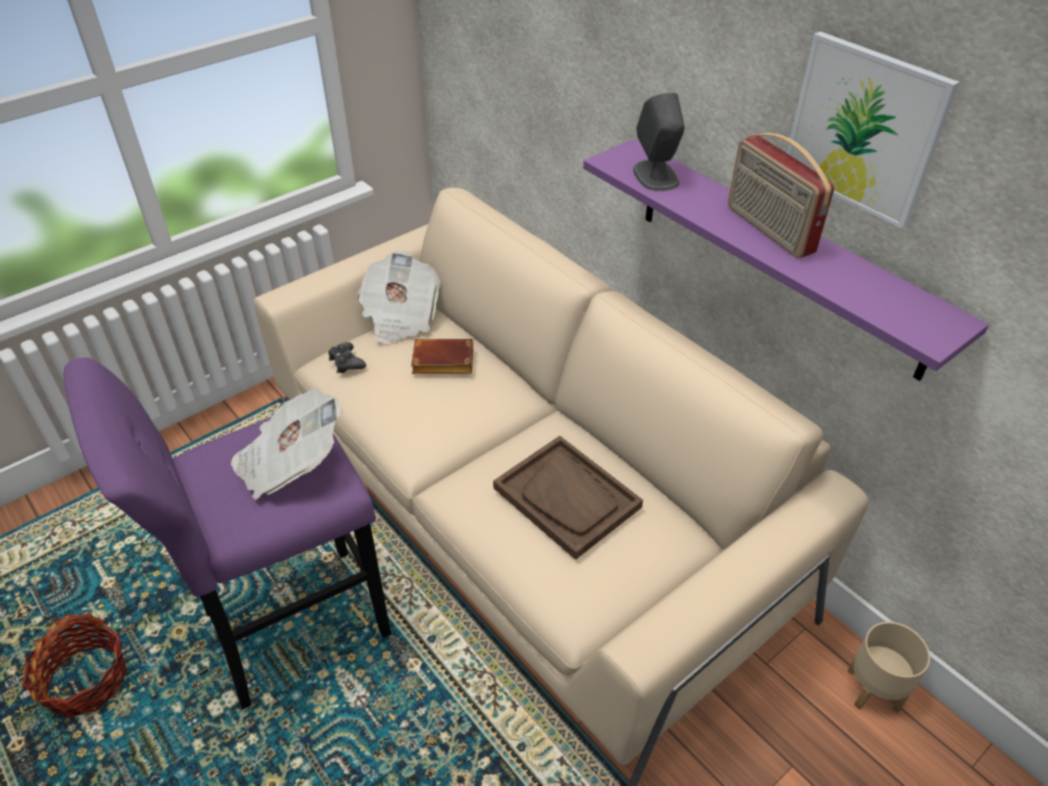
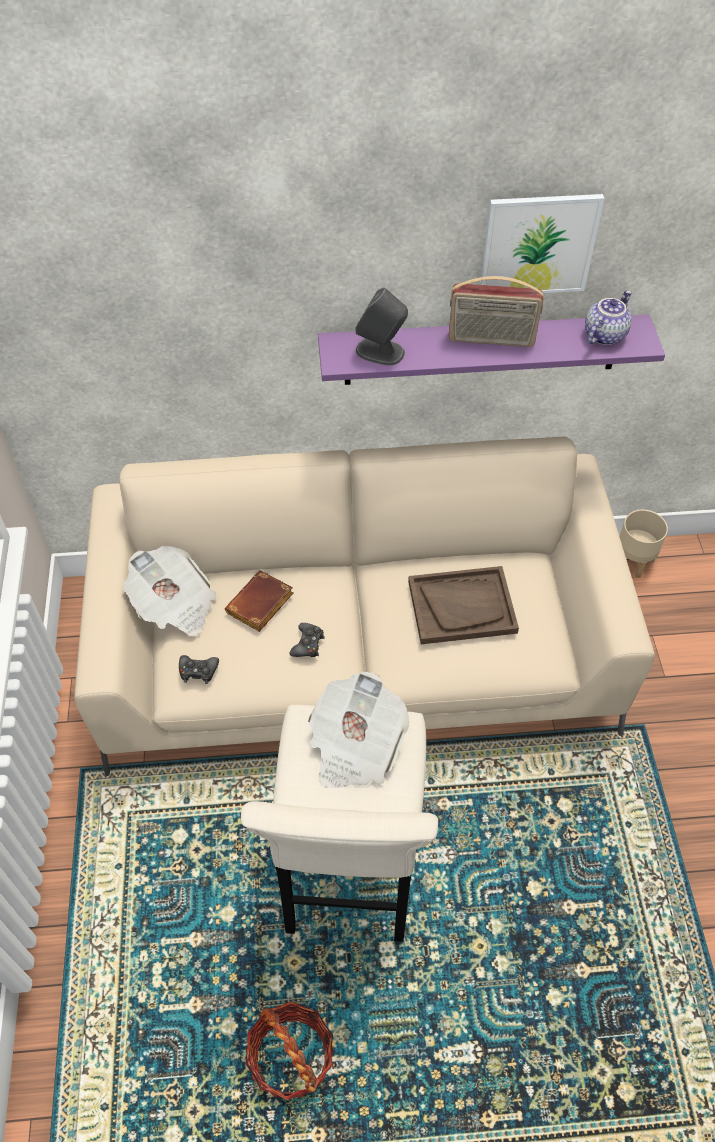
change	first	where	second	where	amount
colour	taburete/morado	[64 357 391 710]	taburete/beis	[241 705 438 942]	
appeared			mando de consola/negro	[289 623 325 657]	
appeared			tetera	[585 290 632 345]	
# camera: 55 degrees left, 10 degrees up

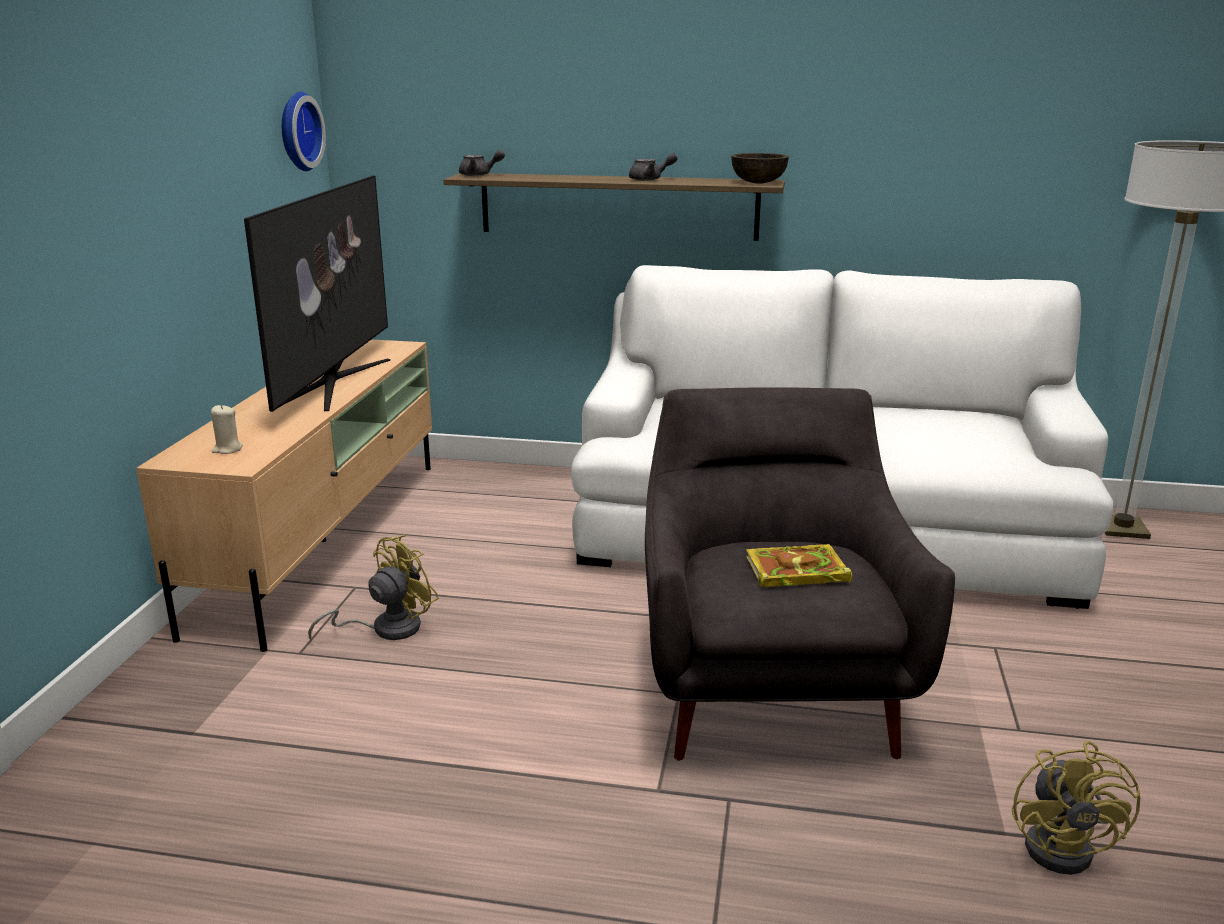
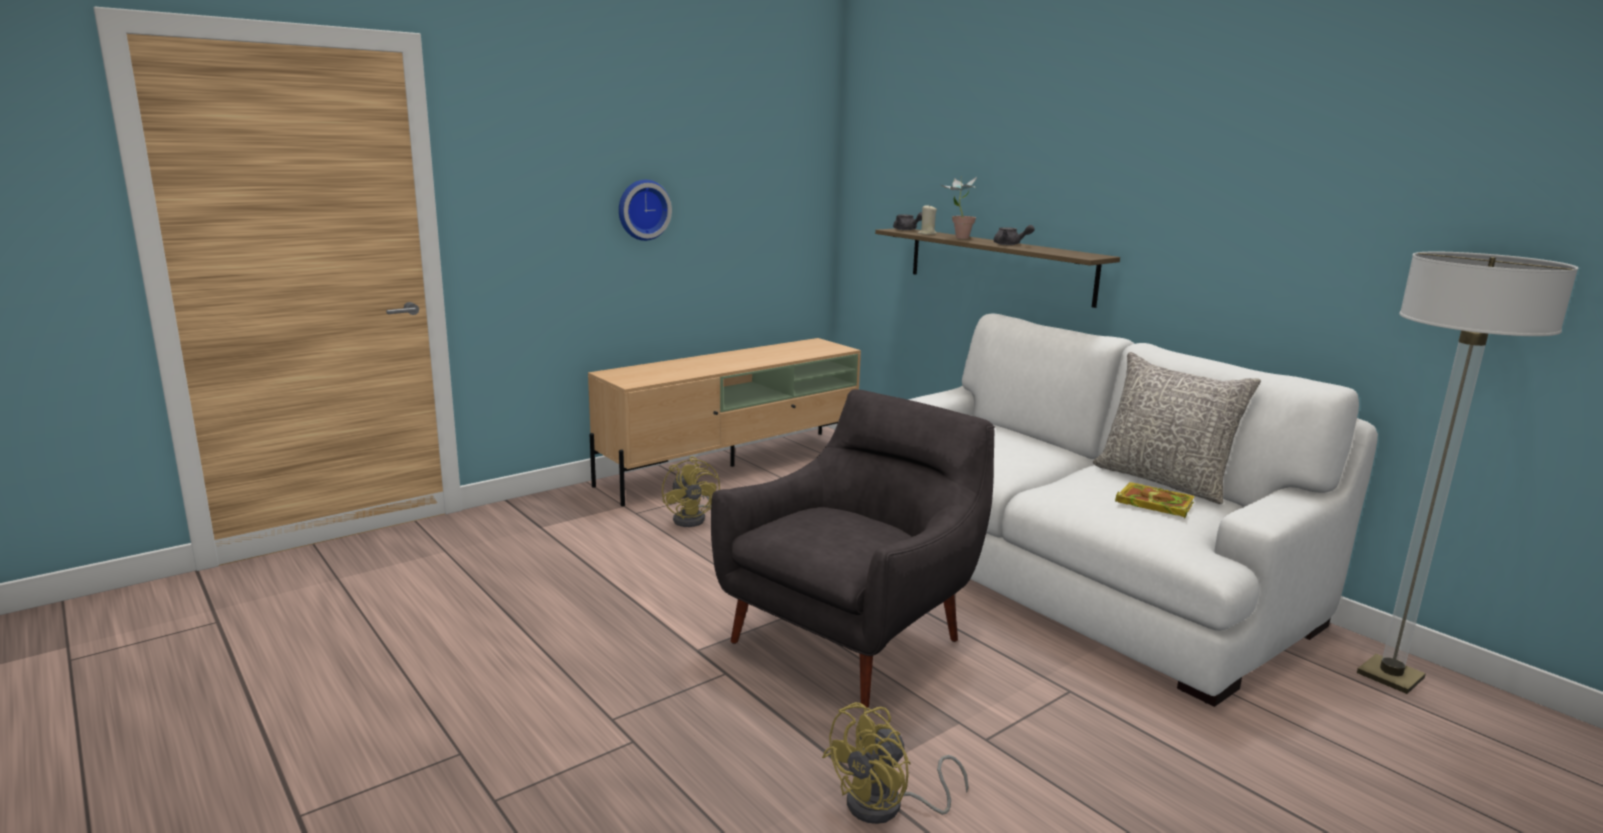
change	first	where	second	where	amount
relocated	reloj de pared	[282 92 326 171]		[619 180 672 241]	
spun	ventilador/amarillo	[308 534 439 642]		[662 456 720 527]	75 degrees clockwise
relocated	vela/beis	[211 405 243 454]		[918 204 937 235]	
appeared			planta en maceta	[941 176 977 239]	
appeared			cojín/gris	[1093 352 1261 504]	
relocated	libro	[746 544 852 587]		[1115 482 1195 518]	
missing	televisor	[244 175 390 412]			
missing	cuenco/marrón	[731 153 789 184]			
# camera: 40 degrees right, 5 degrees down

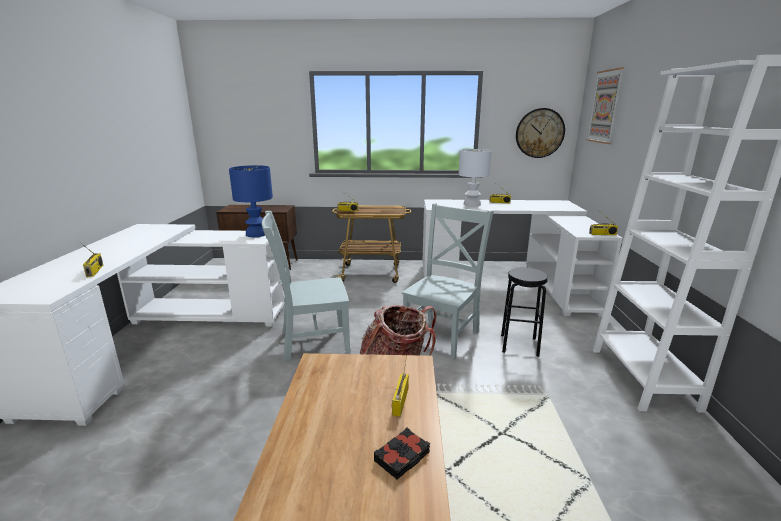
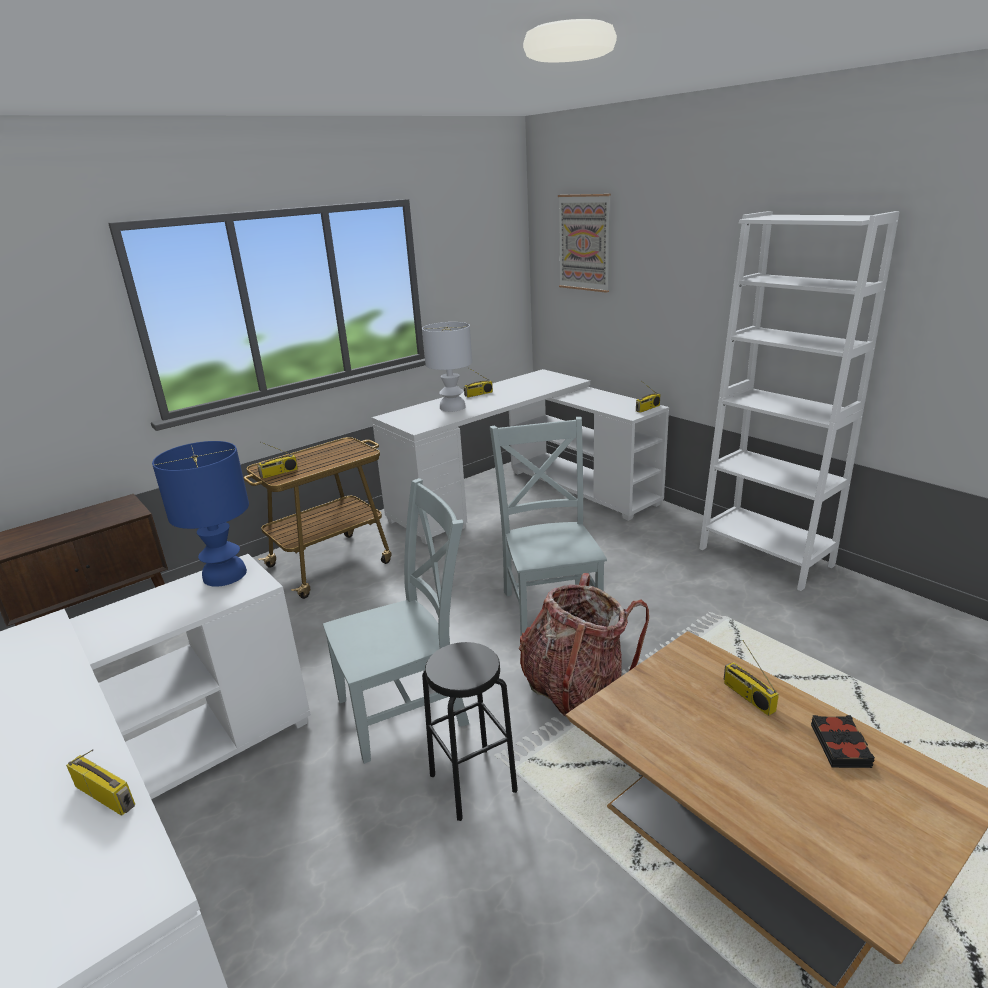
change	first	where	second	where	amount
spun	silla/gris	[262 211 350 362]		[323 478 469 764]	150 degrees counterclockwise
relocated	taburete/negro	[501 268 548 357]		[422 642 518 821]	
missing	reloj de pared	[516 108 565 158]			
# camera: 40 degrees left, 5 degrees up

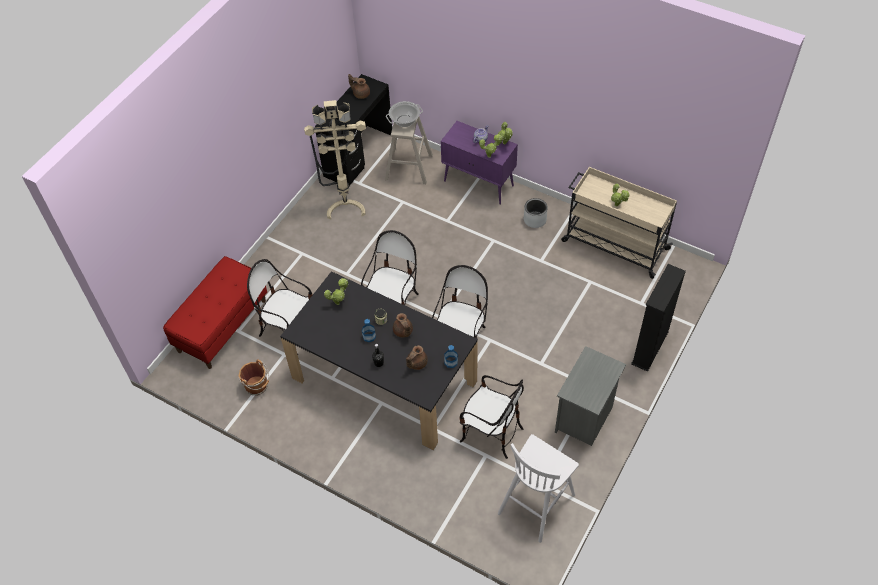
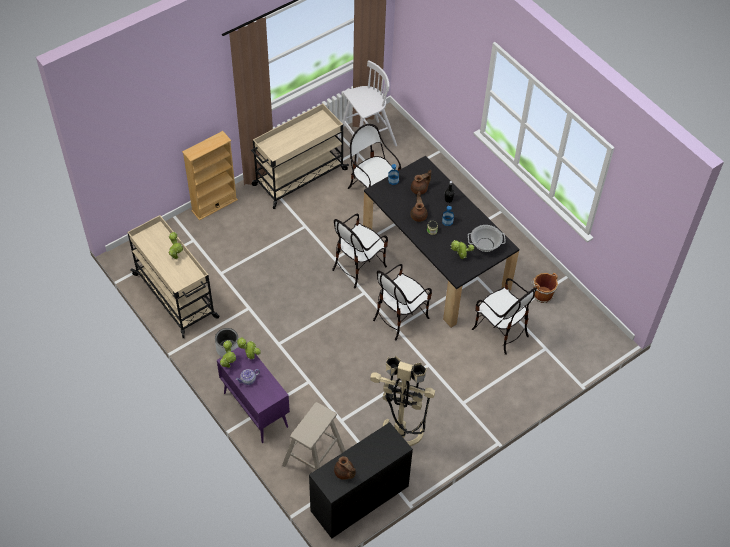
change	first	where	second	where	amount
colour	estantería/negro	[631 264 686 372]	estantería/beis	[182 131 238 221]	
exchanged	mesita de noche/gris	[555 346 626 446]	carrito/beis	[251 104 349 209]	
relocated	olla	[386 101 423 127]		[468 225 506 252]	
missing	banco/rojo	[163 256 267 369]			
# camera: 160 degrees left, 0 degrees up

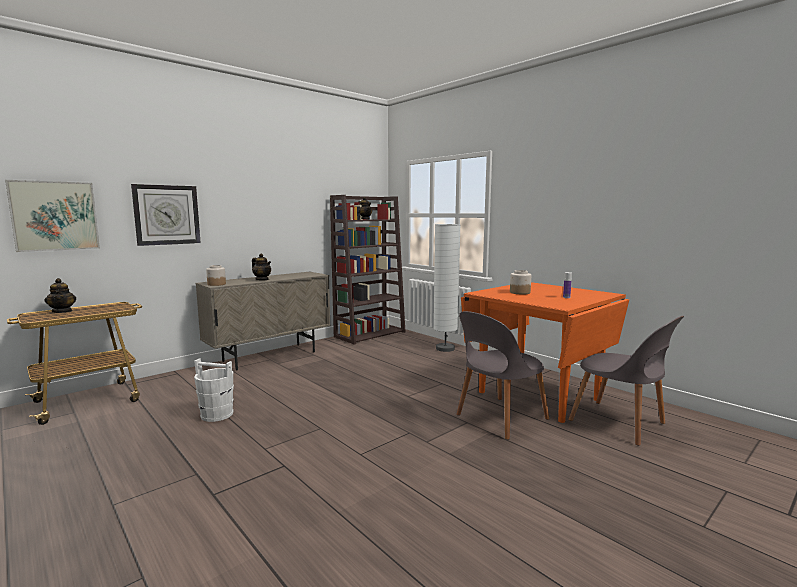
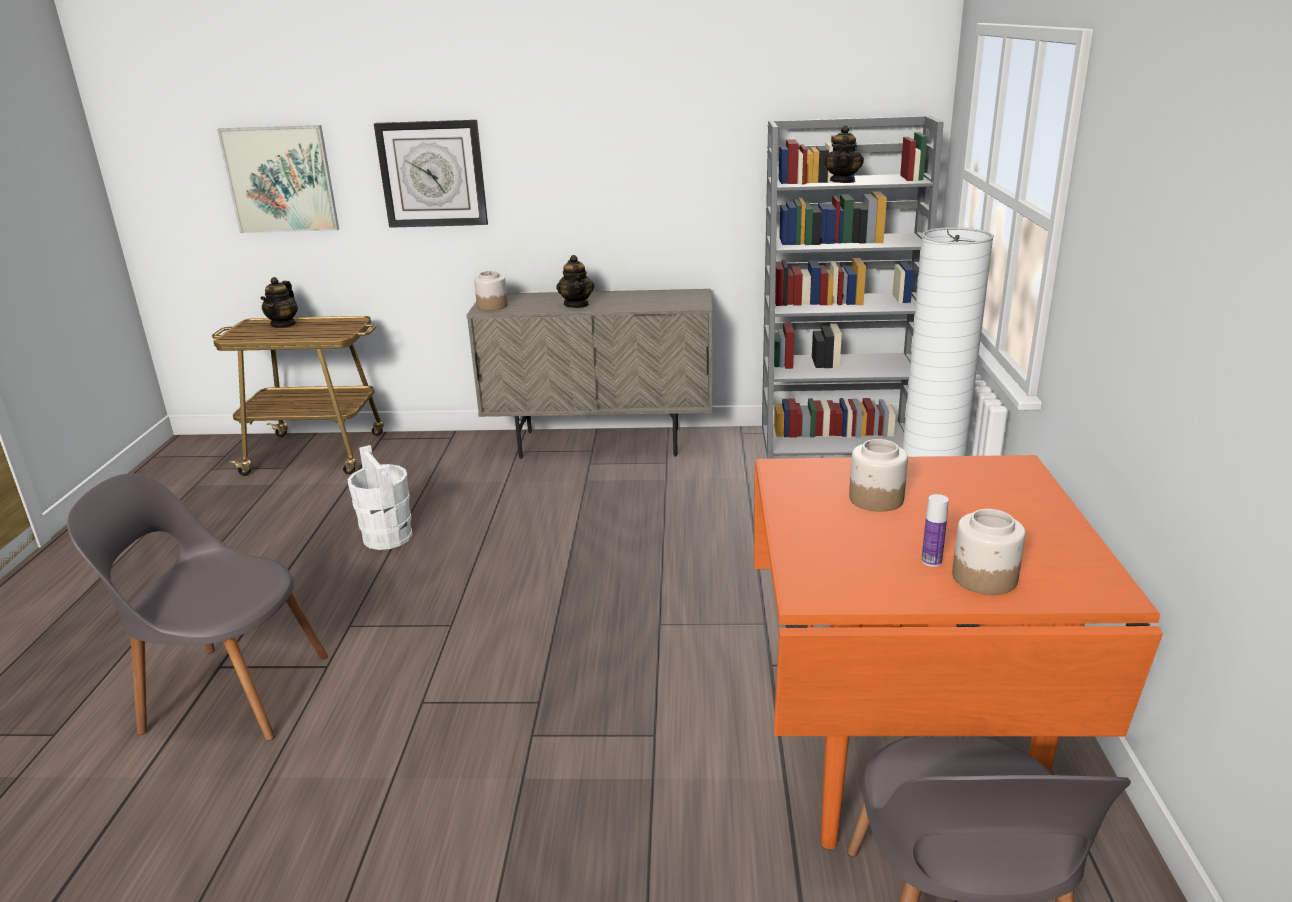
change	first	where	second	where	amount
relocated	silla/gris	[456 311 550 440]		[67 474 328 740]	
colour	estantería/marrón	[330 195 406 345]	estantería/gris	[762 116 944 459]	
appeared			tarro	[952 509 1026 595]	
# camera: 45 degrees right, 15 degrees up

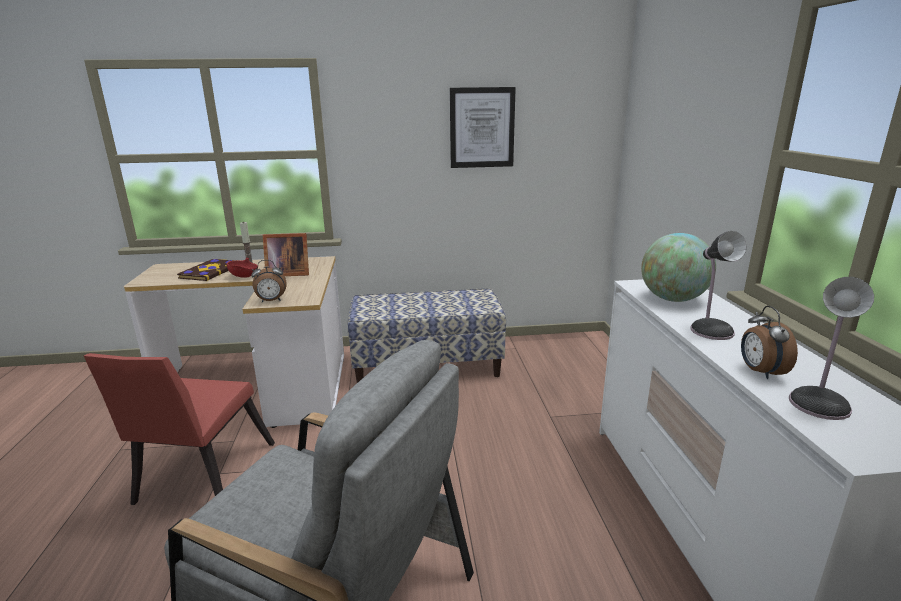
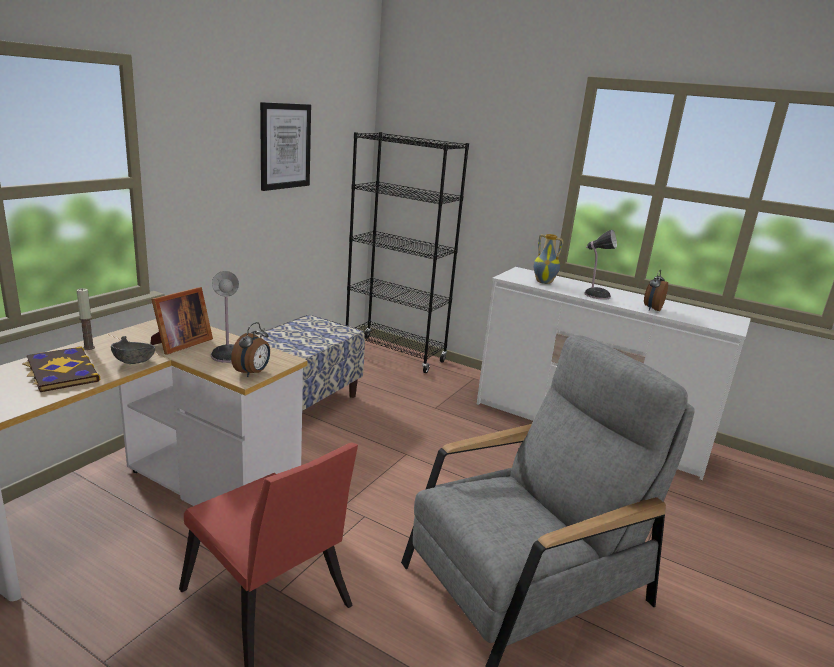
change	first	where	second	where	amount
colour	cuenco/rojo	[227 257 258 278]	cuenco/gris	[111 336 155 364]	
relocated	lámpara de mesa	[789 277 874 420]		[211 271 239 363]	
appeared			estantería/negro	[346 132 469 373]	
exchanged	globo terráqueo	[641 233 716 302]	florero	[533 234 563 284]	
spun	despertador	[741 306 798 379]		[644 270 668 311]	90 degrees clockwise
# camera: 55 degrees left, 0 degrees up

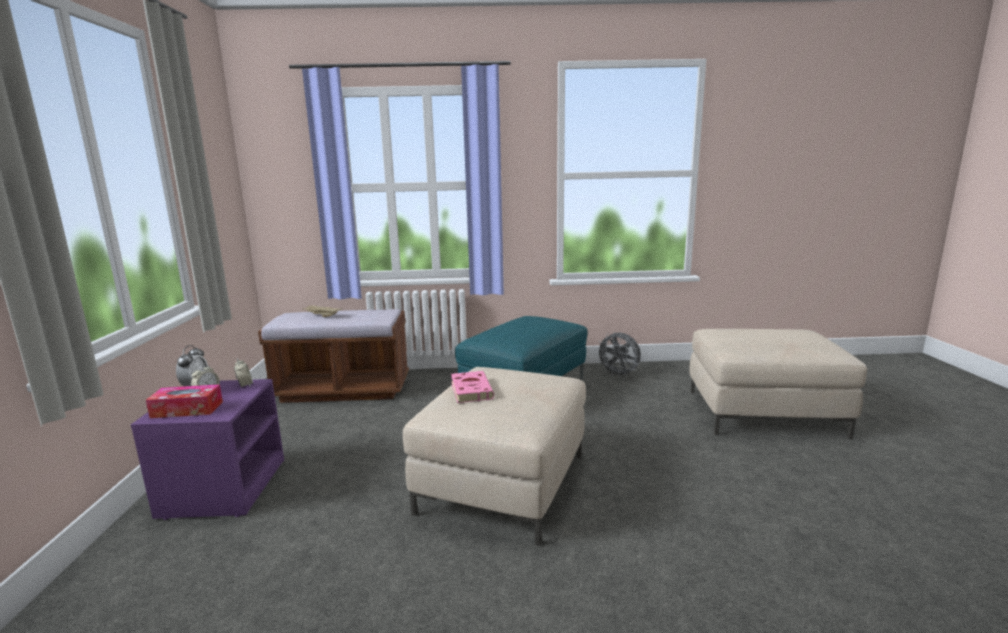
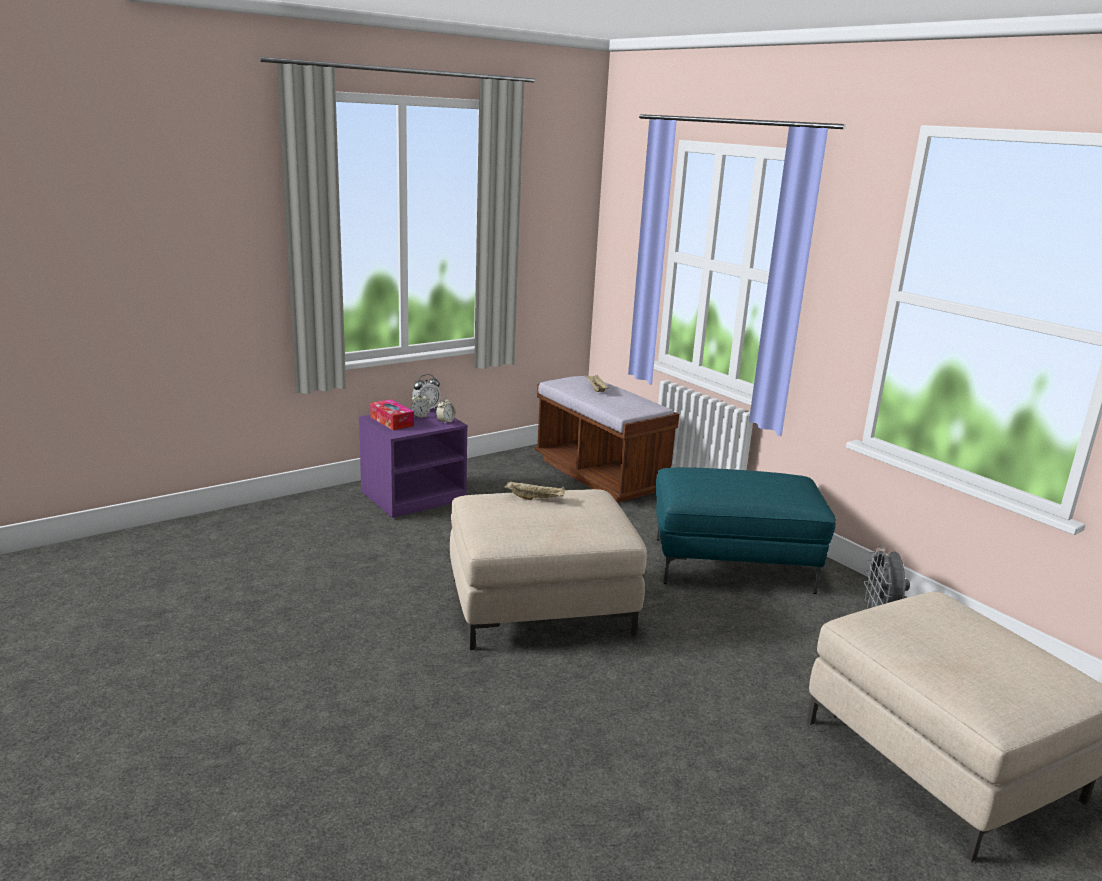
change	first	where	second	where	amount
exchanged	libro/rosa	[451 371 494 403]	bandeja/beis	[504 481 565 500]	
# camera: 55 degrees right, 5 degrees up

